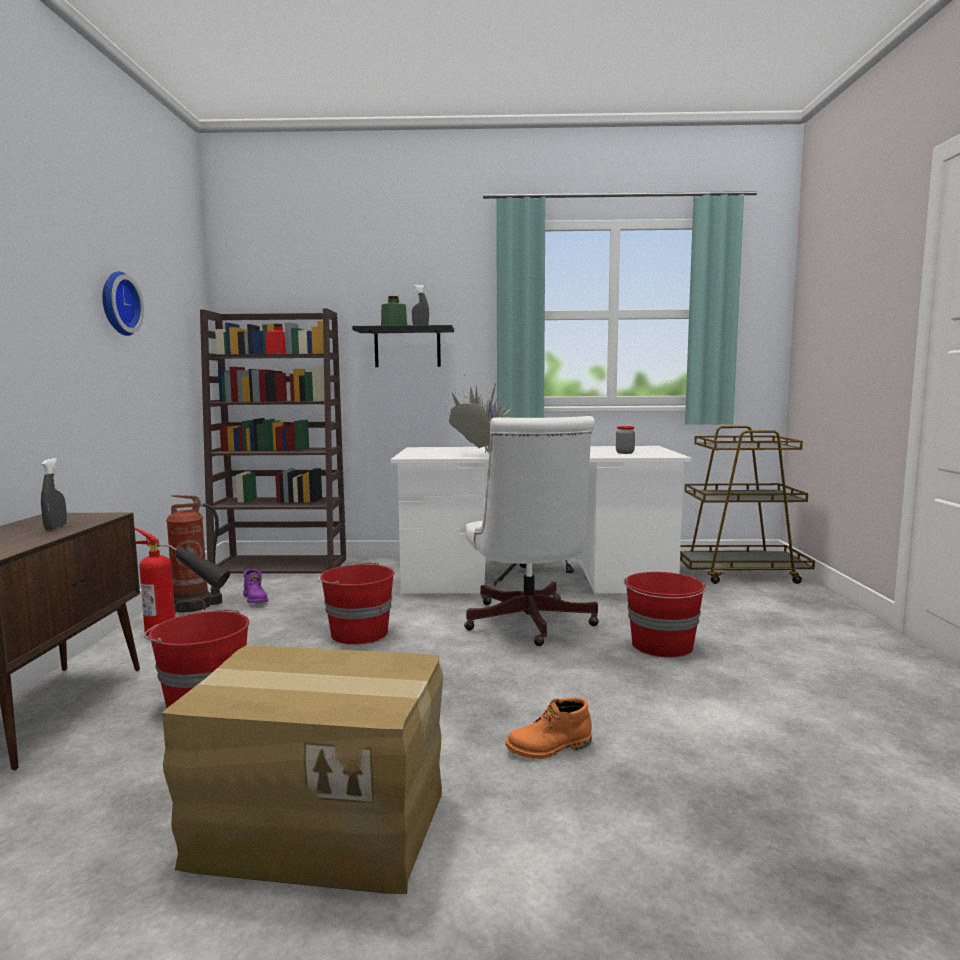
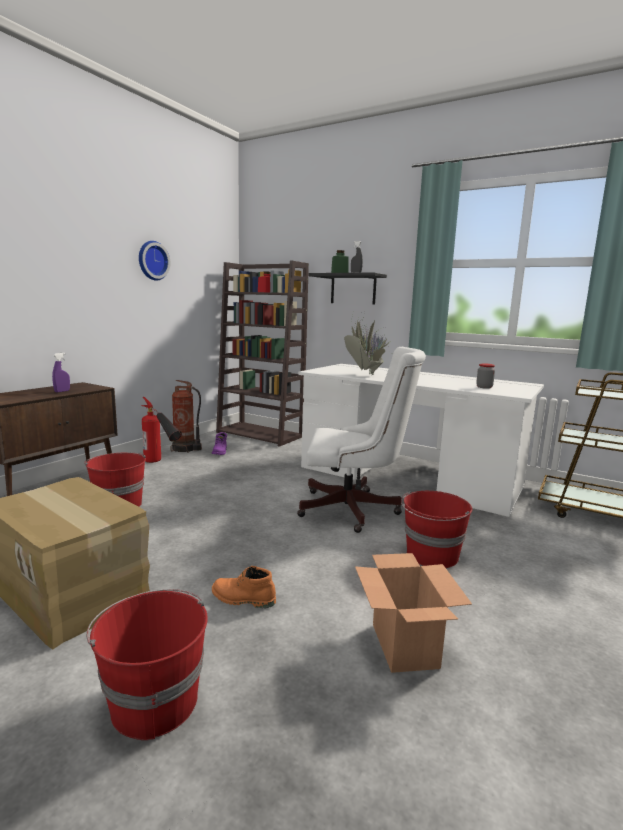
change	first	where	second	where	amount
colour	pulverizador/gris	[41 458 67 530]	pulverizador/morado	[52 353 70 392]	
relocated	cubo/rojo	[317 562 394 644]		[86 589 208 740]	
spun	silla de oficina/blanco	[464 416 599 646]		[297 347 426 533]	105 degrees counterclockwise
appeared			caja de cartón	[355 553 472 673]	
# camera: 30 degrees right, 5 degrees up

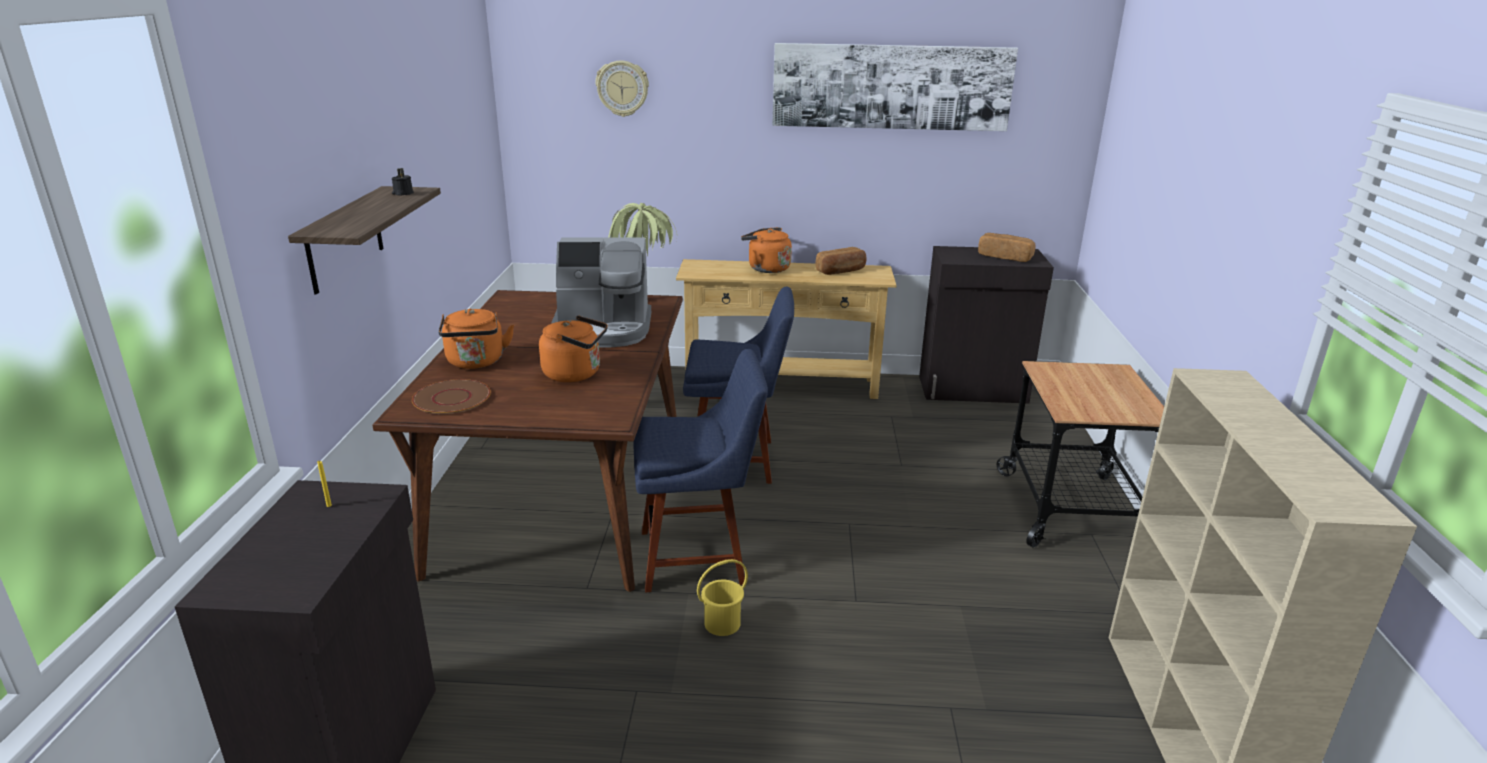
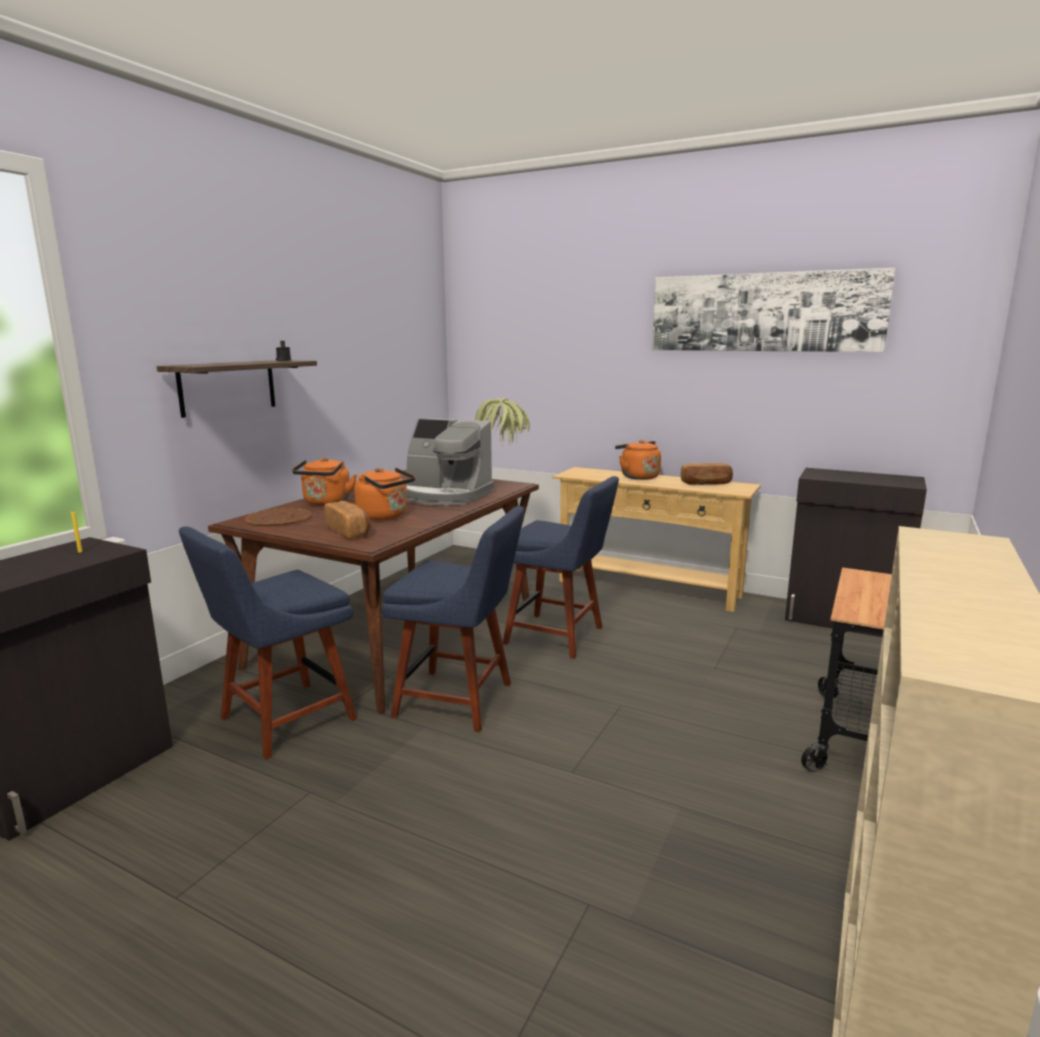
change	first	where	second	where	amount
appeared			silla/azul	[179 527 357 760]	
relocated	pan	[978 233 1036 262]		[324 501 371 539]	
missing	reloj de pared	[596 60 649 117]			
missing	cubo/amarillo	[697 559 748 636]			
# camera: 25 degrees right, 10 degrees down

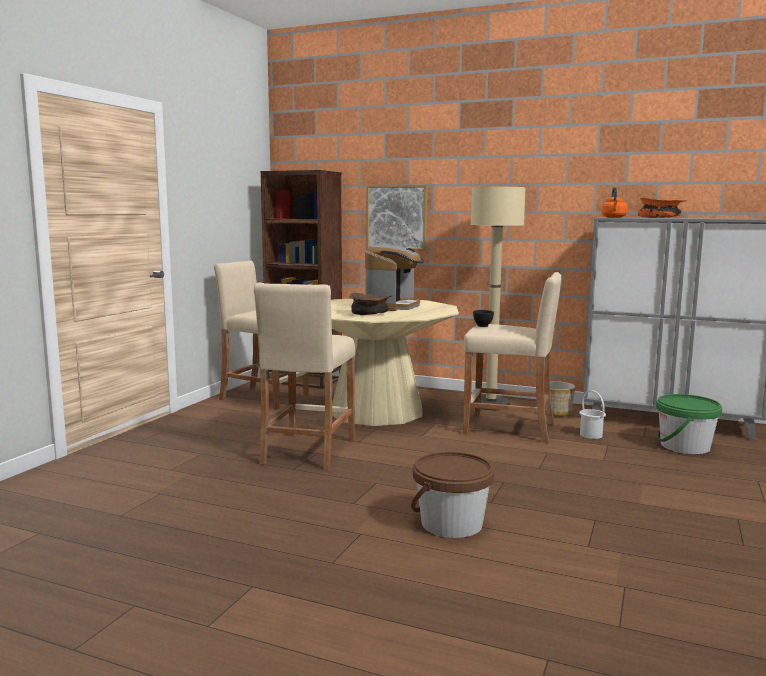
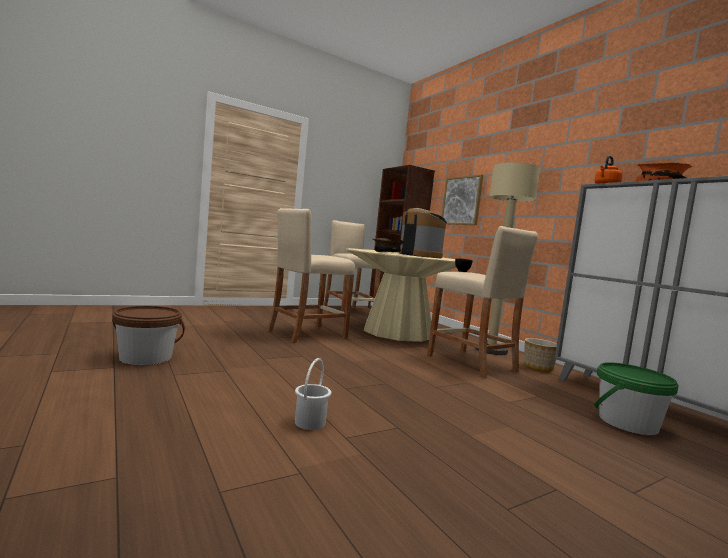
change	first	where	second	where	amount
relocated	cubo/marrón	[411 452 494 538]		[112 306 185 365]	
relocated	cubo/blanco	[579 390 606 439]		[295 358 331 430]	
spun	cafetera	[365 245 424 311]		[399 208 447 258]	90 degrees counterclockwise
# camera: 35 degrees right, 5 degrees down

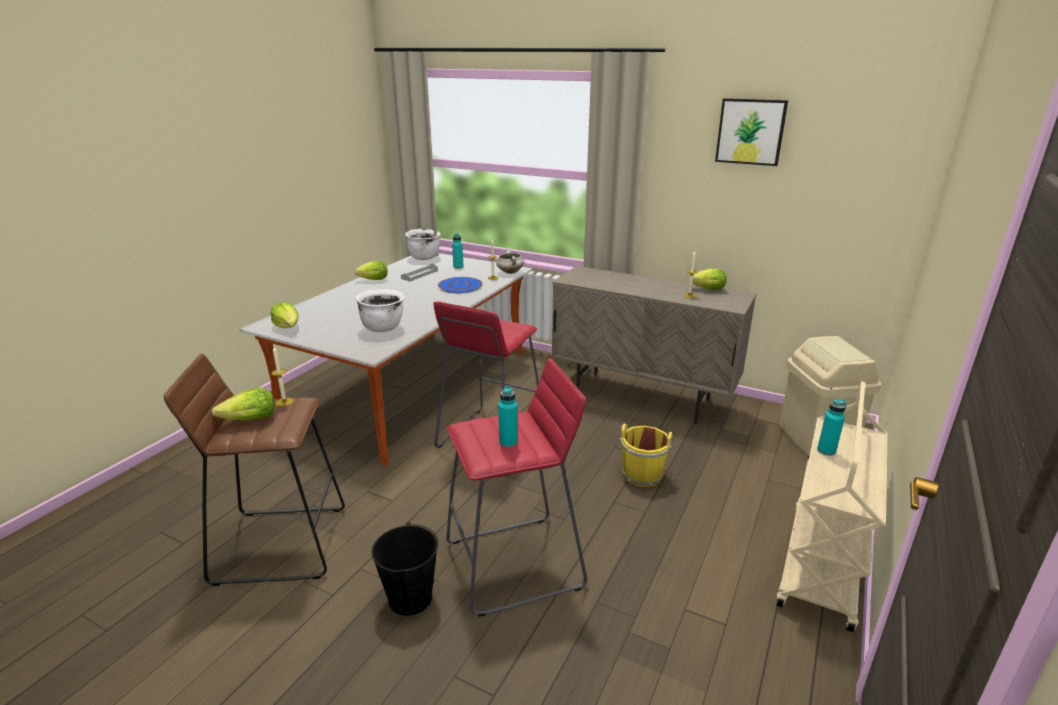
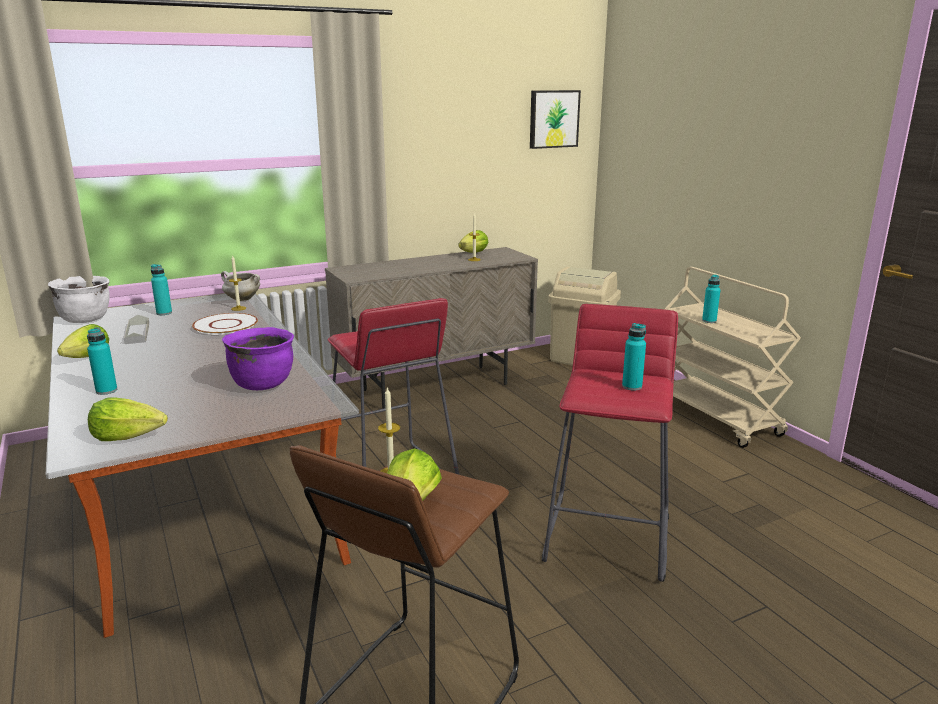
change	first	where	second	where	amount
appeared			botella/turquesa	[87 327 117 395]	
colour	plato/azul	[438 277 483 293]	plato/blanco	[192 313 258 335]	
colour	olla/blanco	[356 289 404 332]	olla/morado	[222 327 294 390]	
relocated	cuadro	[715 98 788 166]		[530 90 581 149]	
missing	cubo/negro	[372 522 438 616]			
missing	cubo/amarillo	[620 424 674 487]			
# camera: 55 degrees left, 5 degrees down

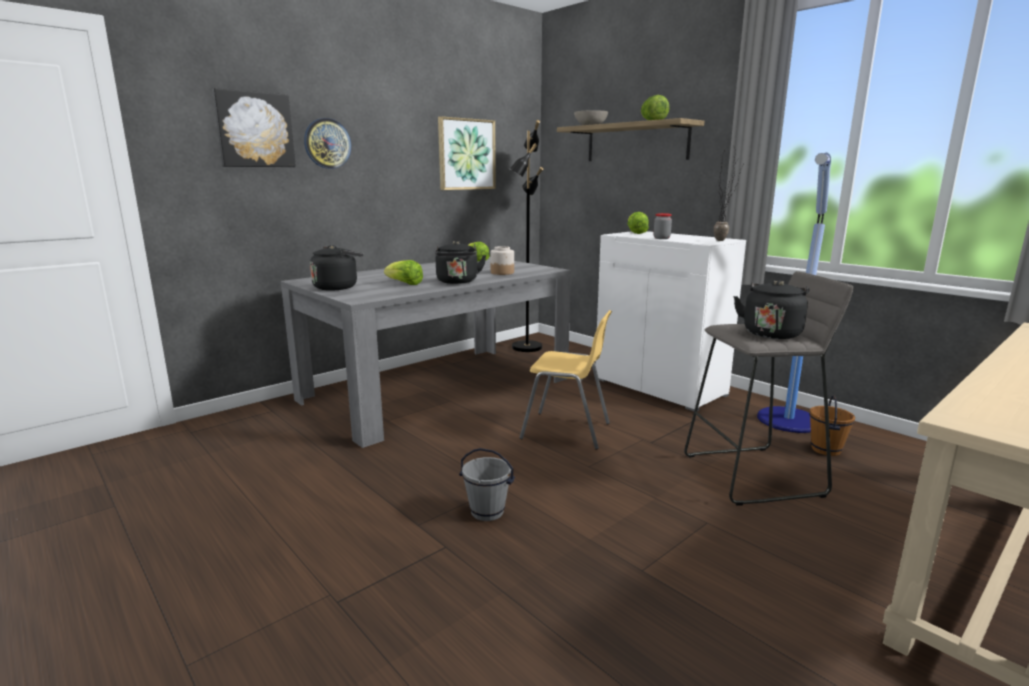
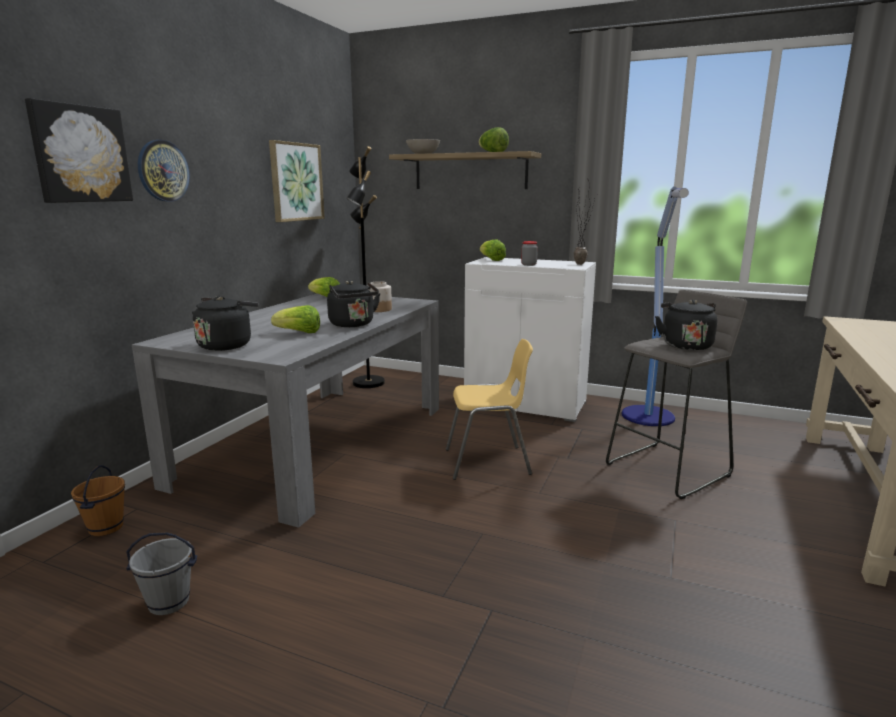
change	first	where	second	where	amount
relocated	cubo/marrón	[809 395 855 456]		[71 465 125 536]	
relocated	cubo/gris	[459 448 515 521]		[126 532 198 615]	
# camera: 25 degrees left, 0 degrees up

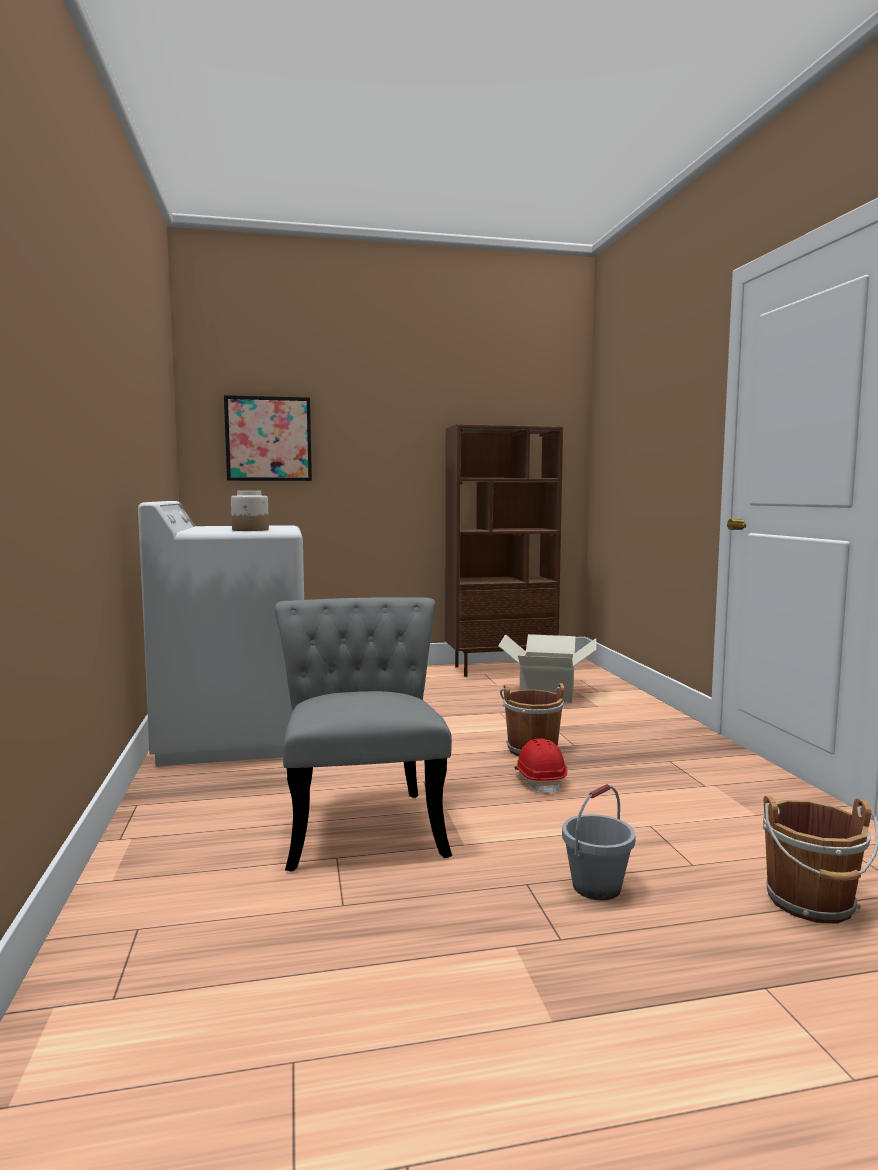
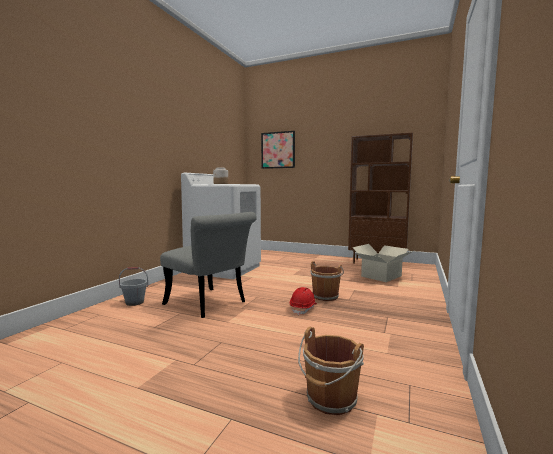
change	first	where	second	where	amount
relocated	cubo/gris	[562 784 636 900]		[119 267 148 306]	
spun	silla/gris	[275 597 452 872]		[160 212 257 318]	105 degrees clockwise
# camera: 35 degrees right, 0 degrees up

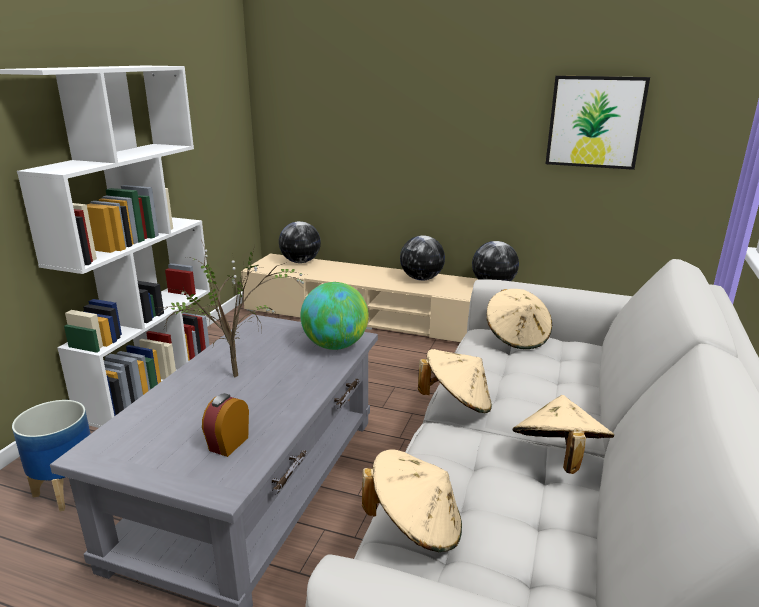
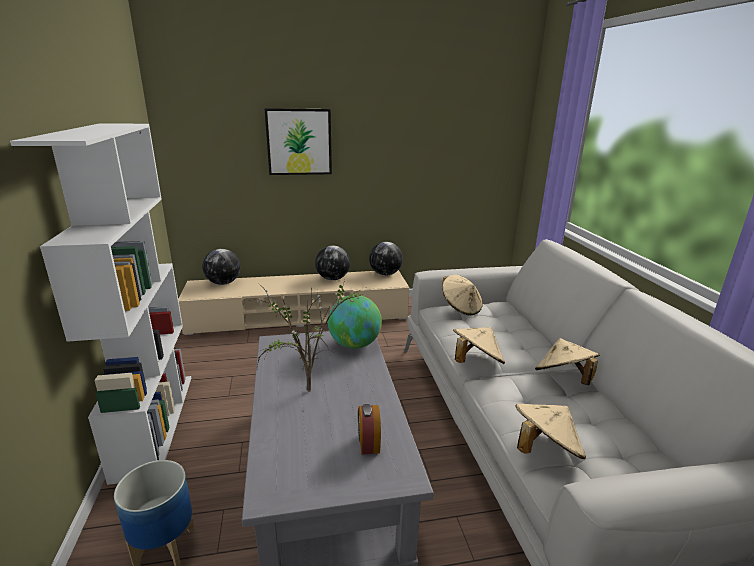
change	first	where	second	where	amount
relocated	cuadro	[546 76 650 170]		[264 108 332 175]	
# camera: 30 degrees left, 0 degrees up

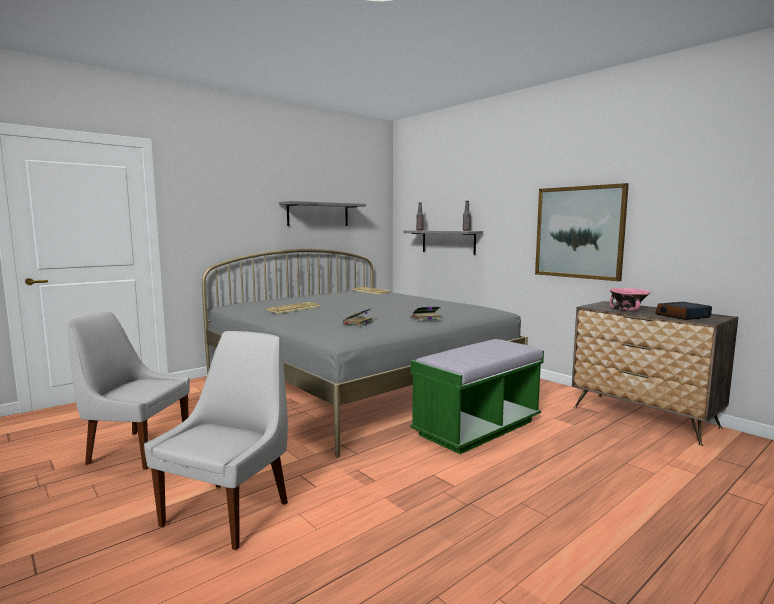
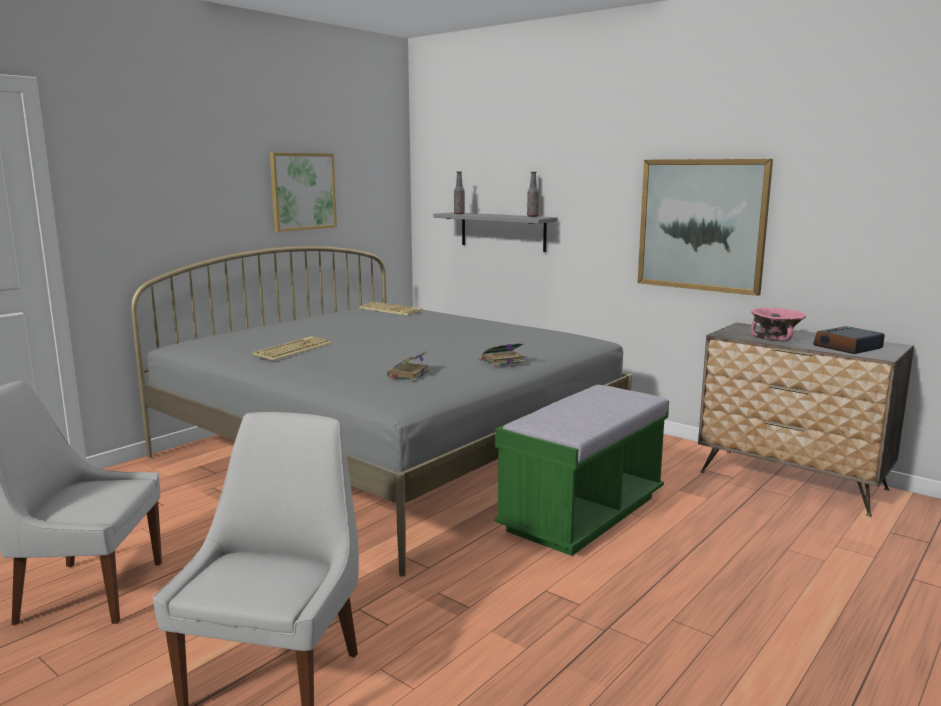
change	first	where	second	where	amount
exchanged	estante/gris	[279 201 366 226]	cuadro	[270 153 337 232]	
# camera: 10 degrees left, 5 degrees up

